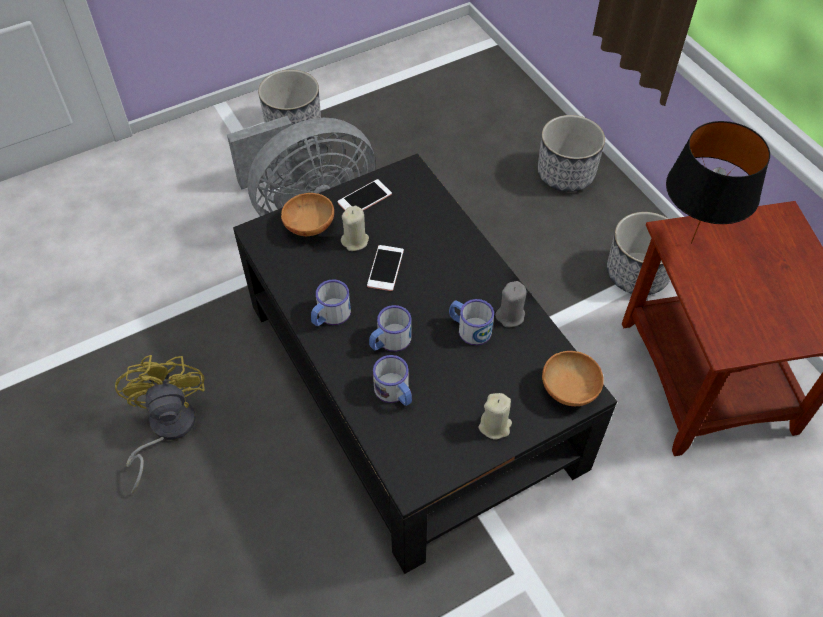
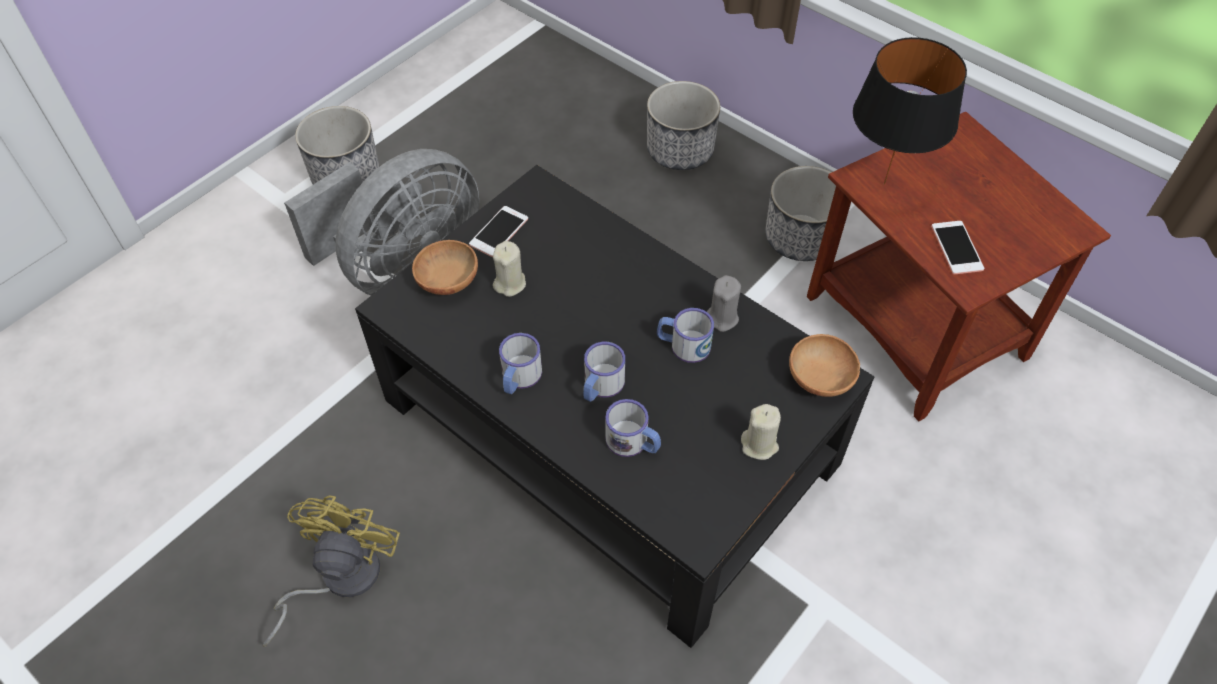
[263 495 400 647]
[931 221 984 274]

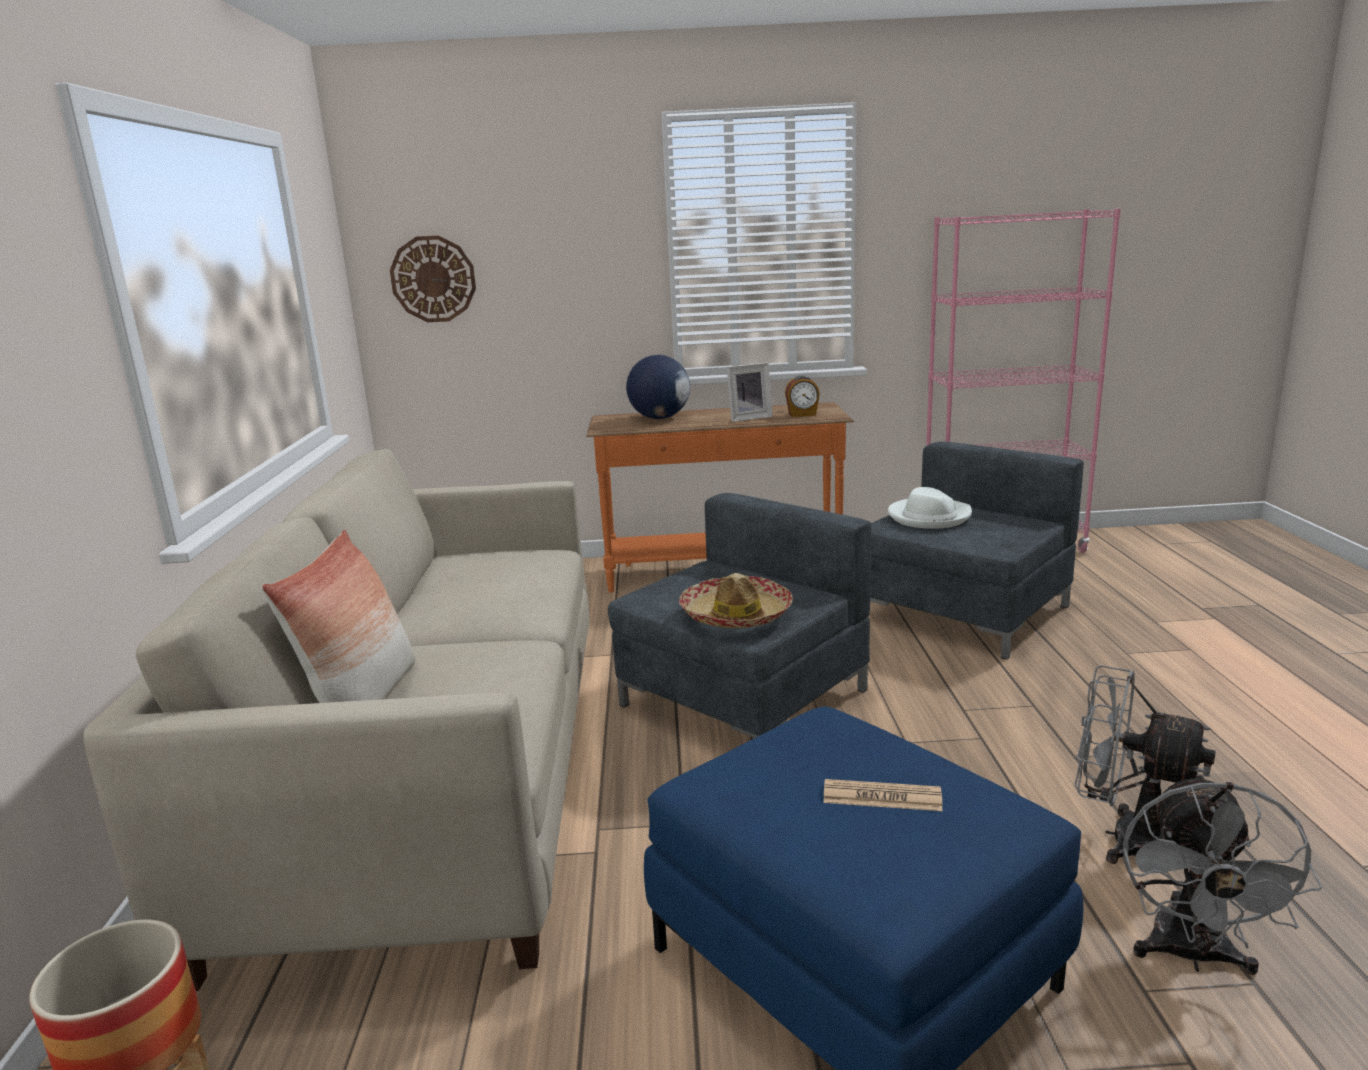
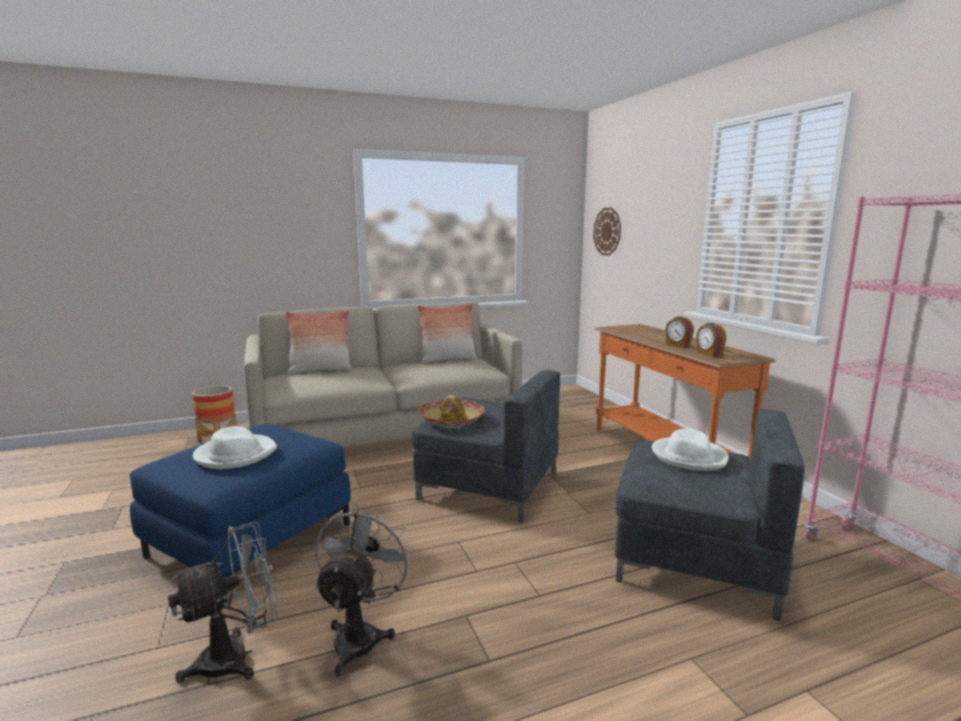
[626 355 690 419] (first image)
[665 316 694 348]
[193 426 277 469]
[168 522 278 683]
[417 304 478 364]

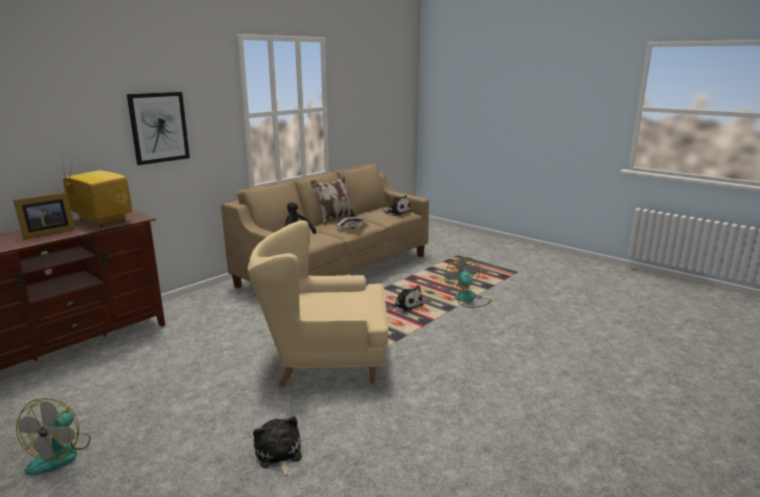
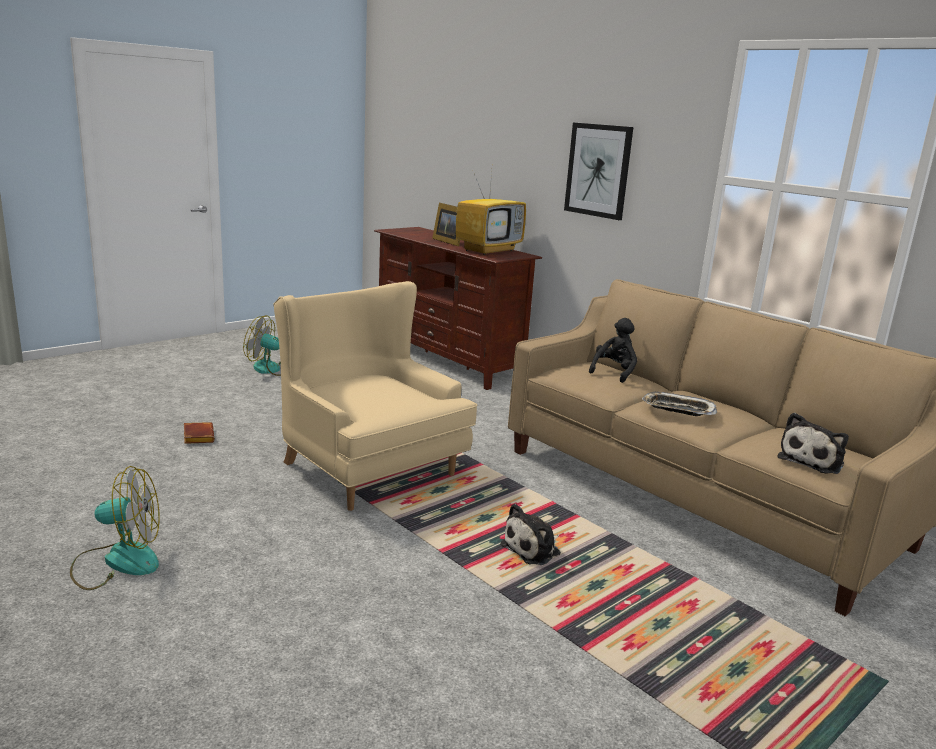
[273 281 477 511]
[184 422 215 444]
[311 176 355 225] (first image)
[70 466 160 590]

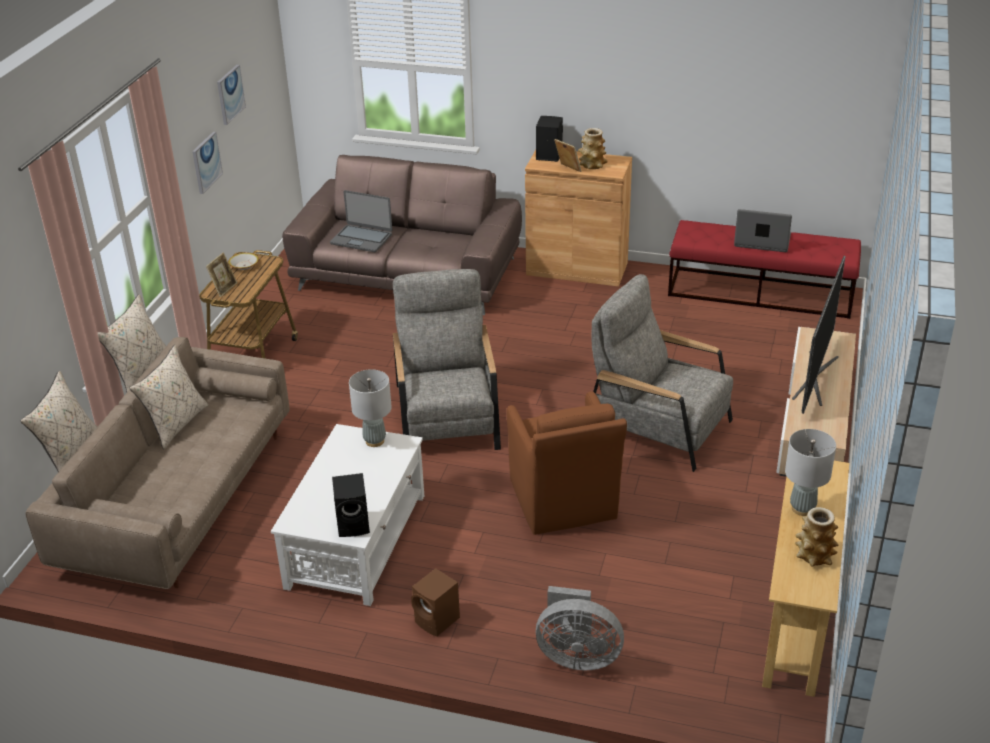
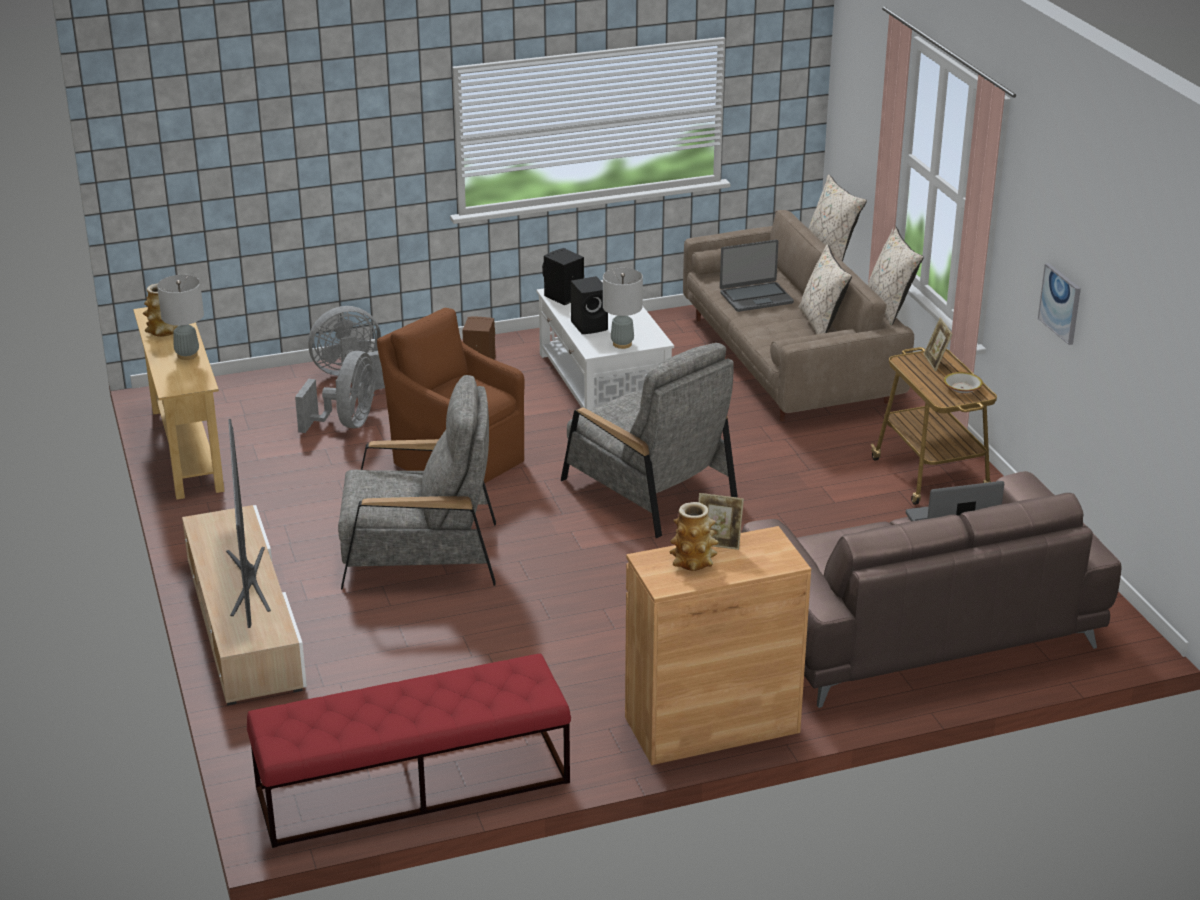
[217 65 246 125] (first image)
[571 276 608 334]
[720 240 794 312]
[295 351 375 433]

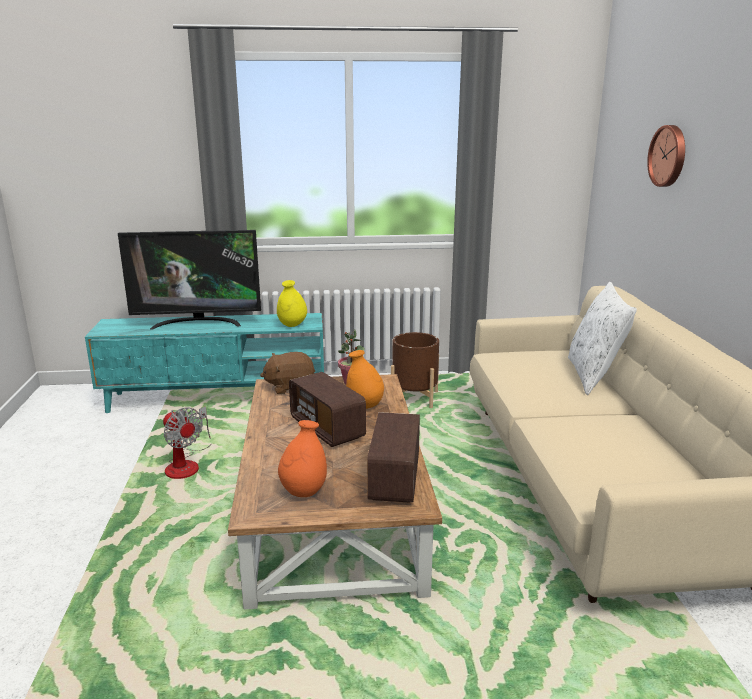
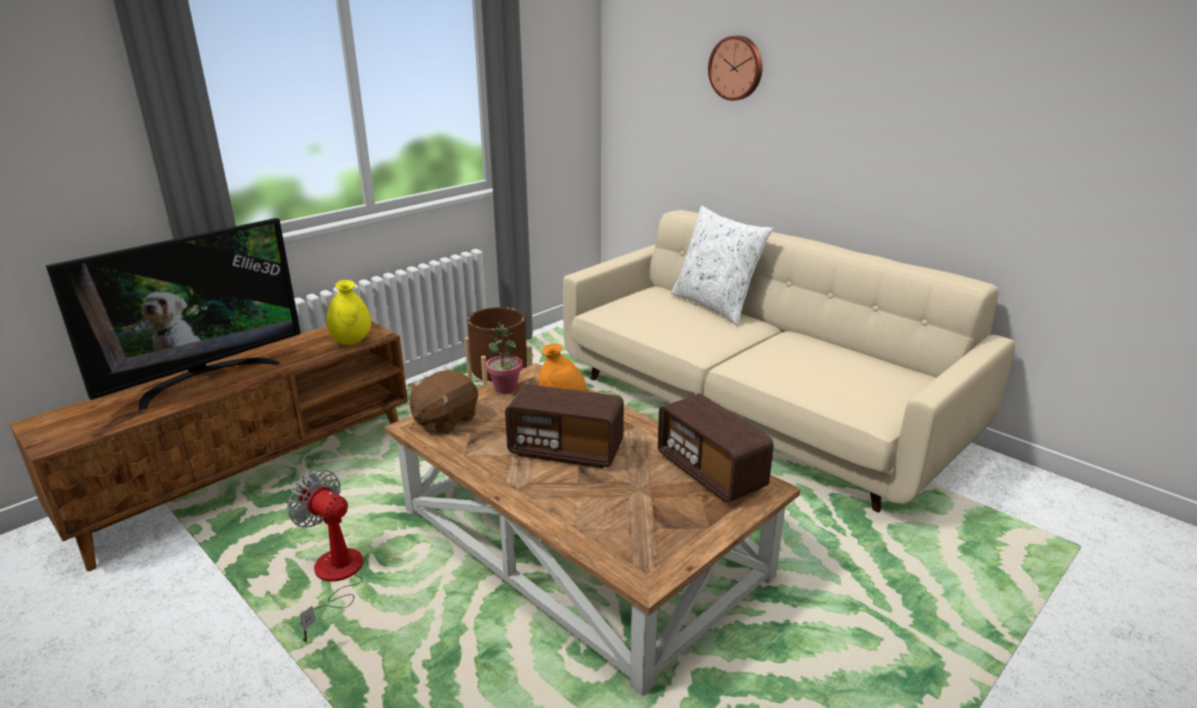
[9 321 408 571]
[288 469 363 642]
[278 420 327 497] (first image)

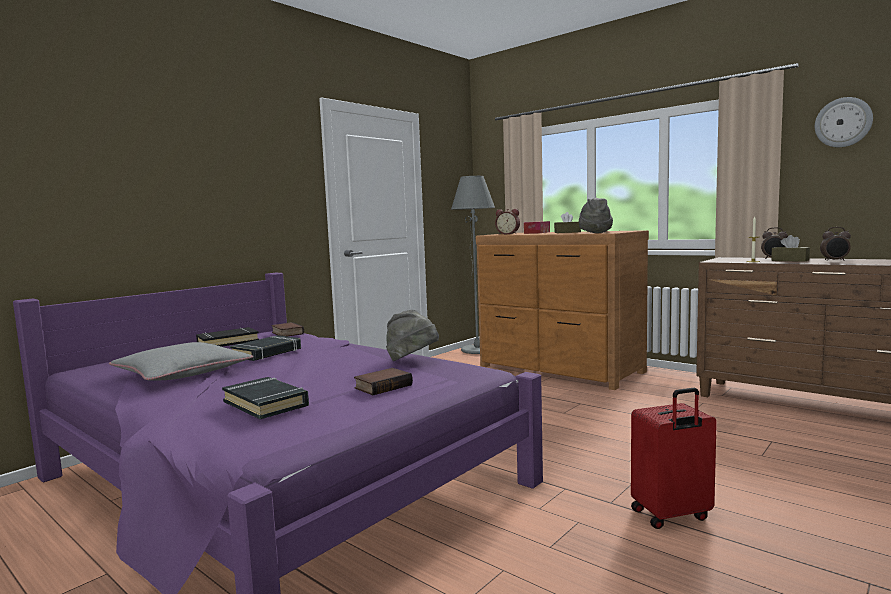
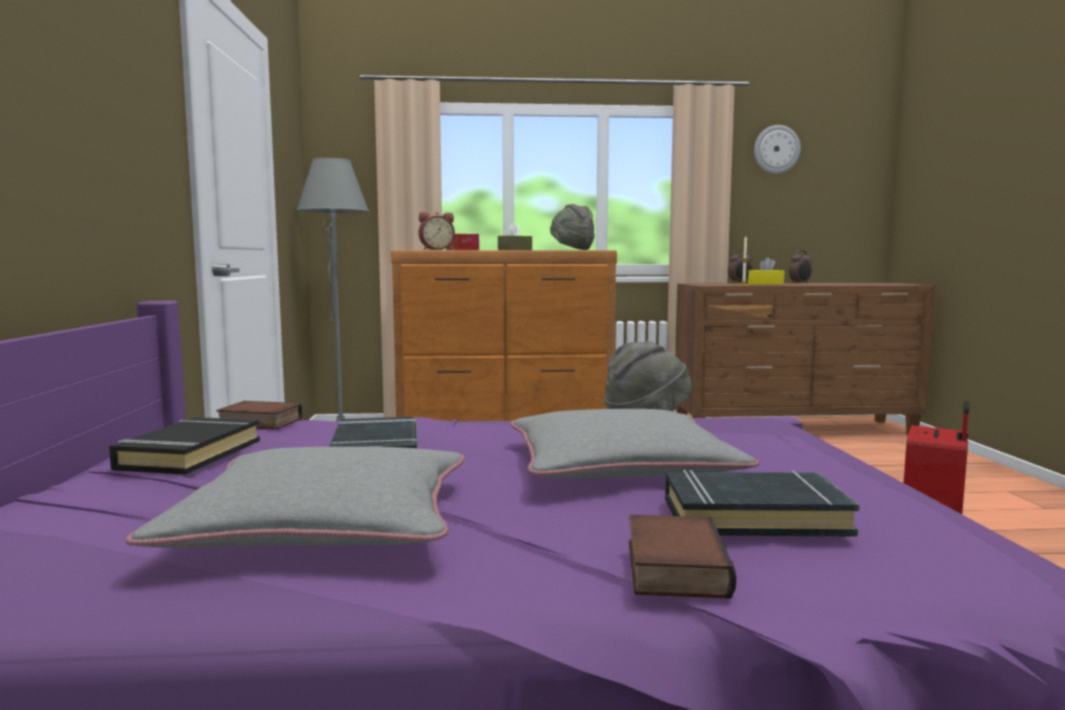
[629 515 736 599]
[748 257 785 284]
[511 409 759 479]

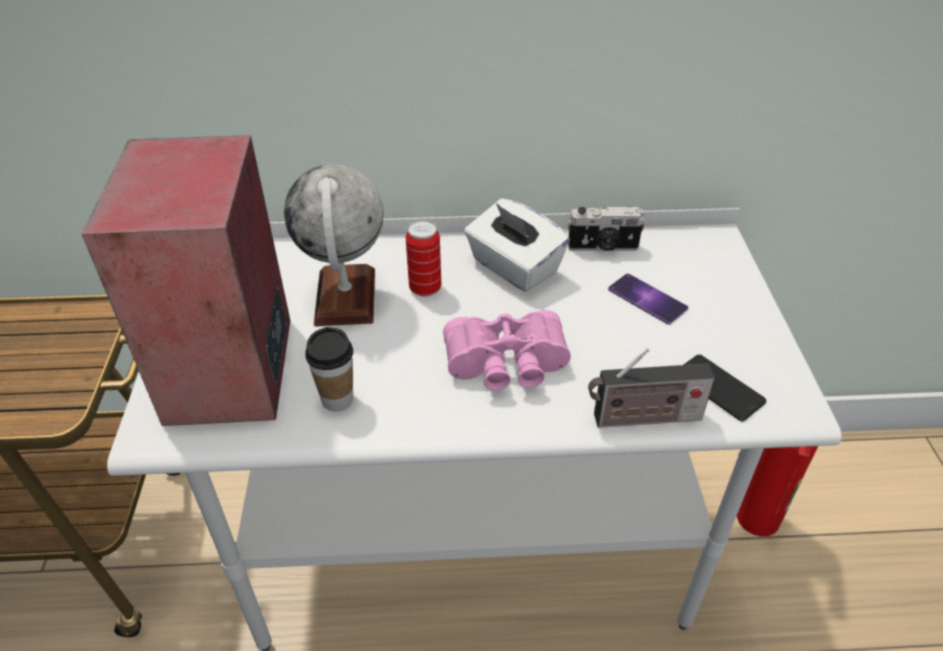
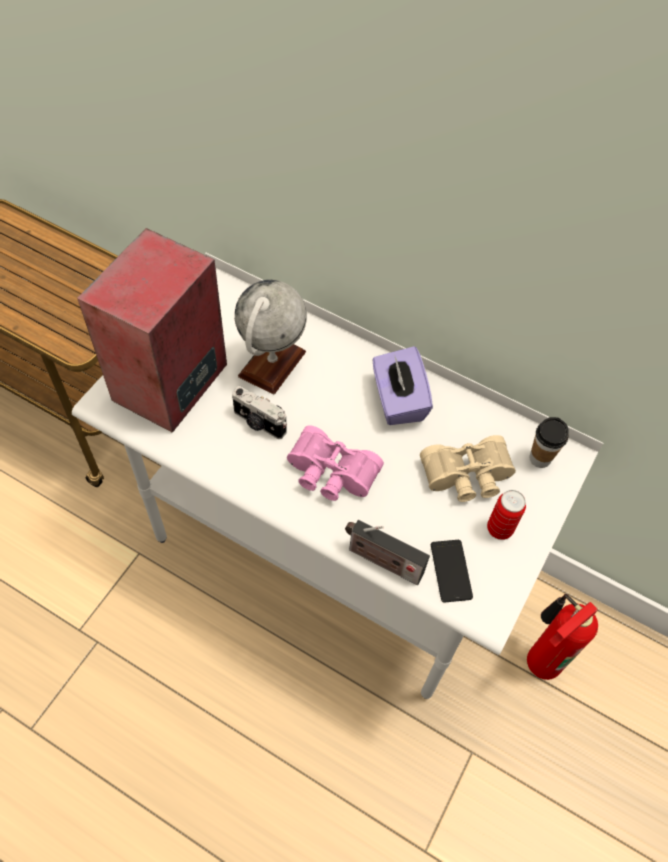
[529 417 569 468]
[487 490 526 540]
[372 346 433 425]
[232 386 287 439]
[420 435 516 502]

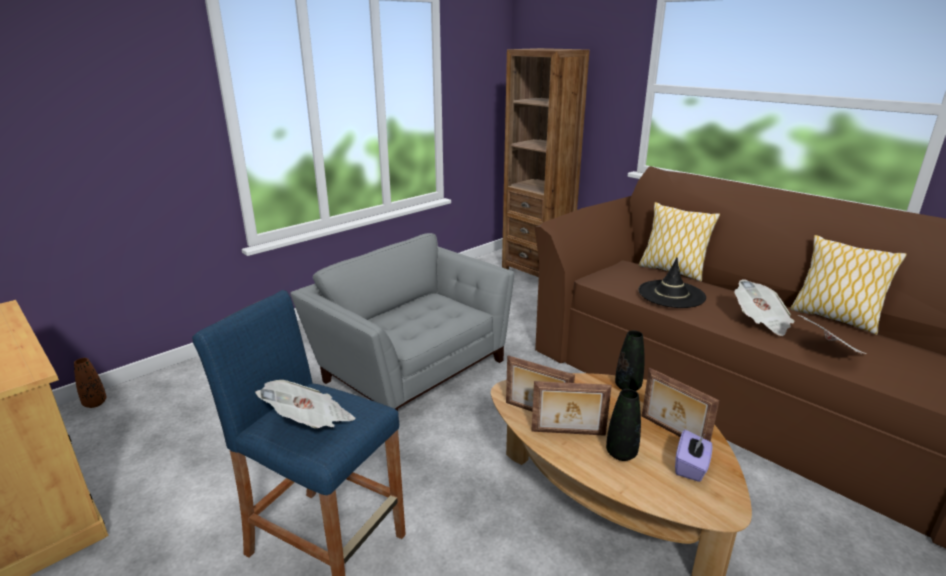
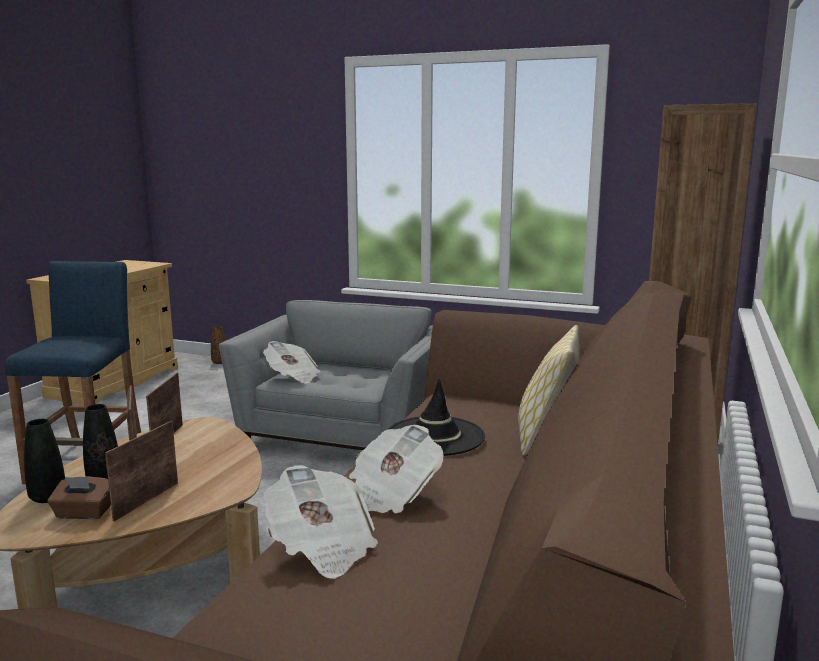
[263 341 321 384]
[24 419 65 503]
[47 477 111 519]
[790 235 907 335] (first image)

